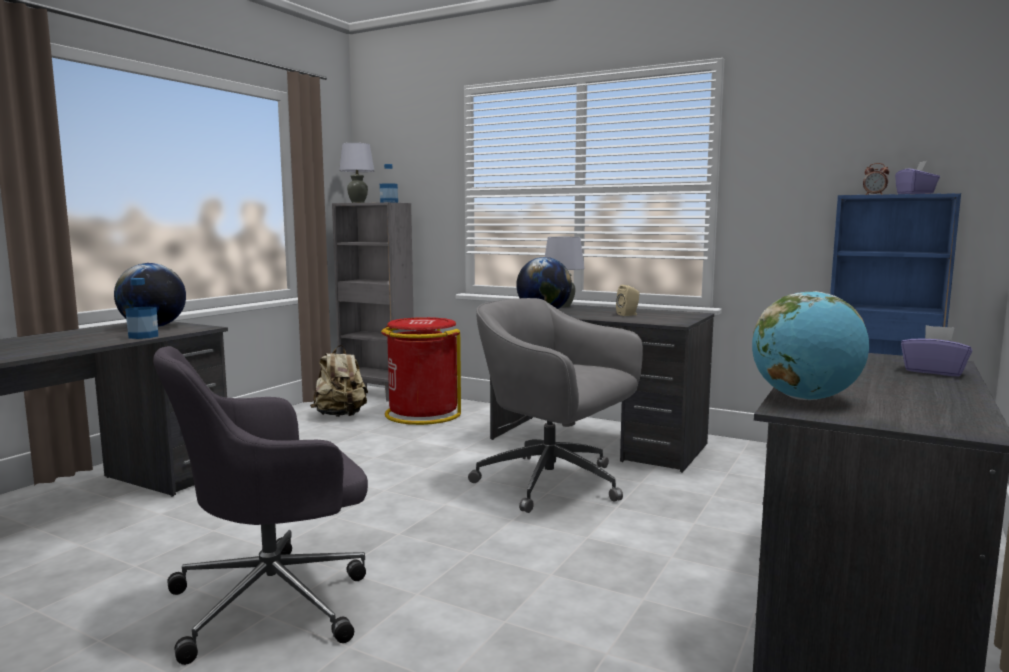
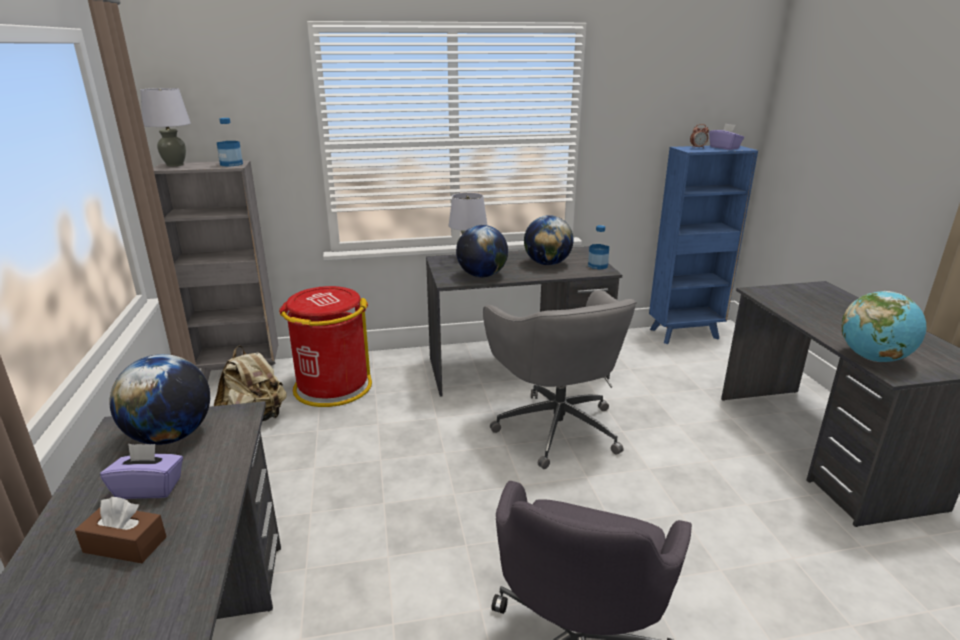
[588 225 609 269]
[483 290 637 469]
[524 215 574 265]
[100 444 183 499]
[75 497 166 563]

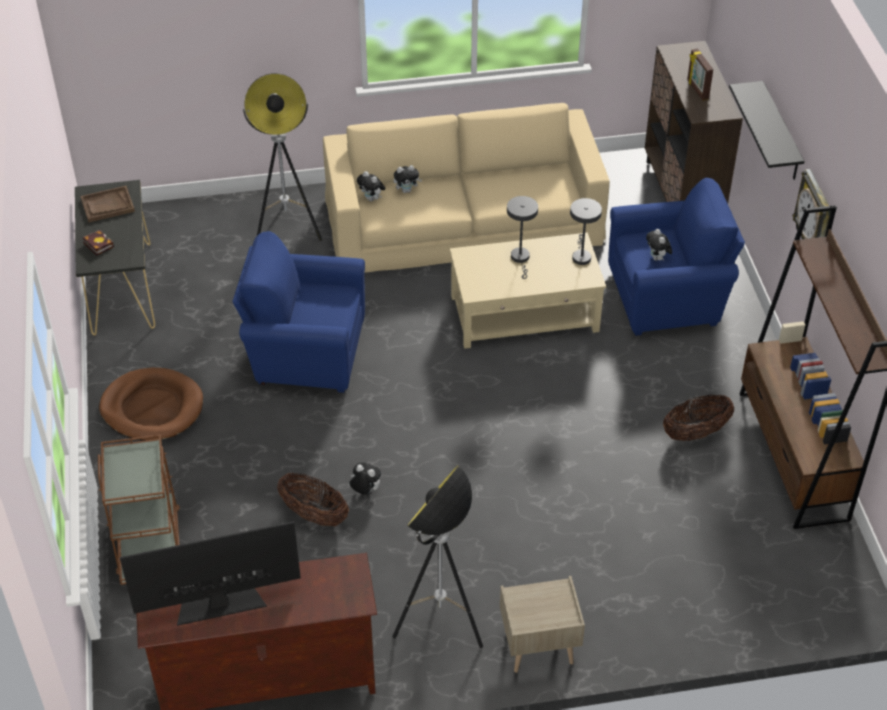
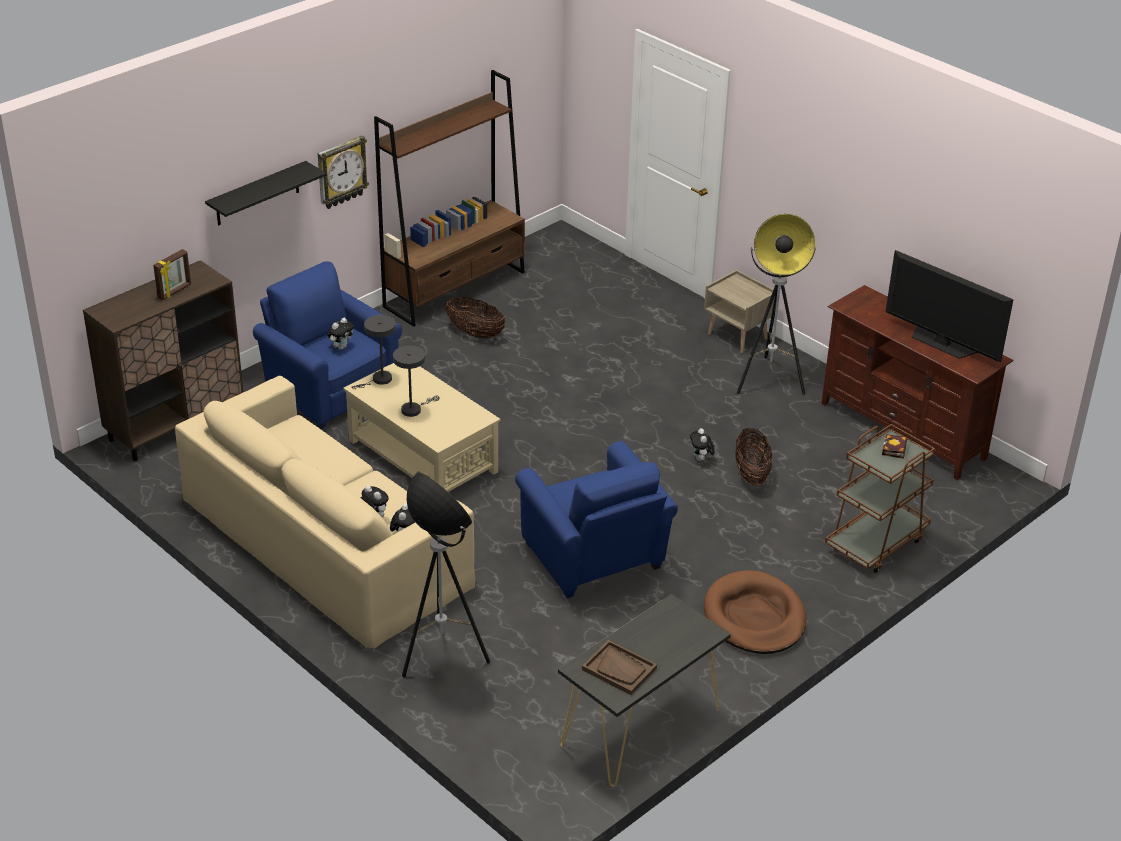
[882 434 908 459]

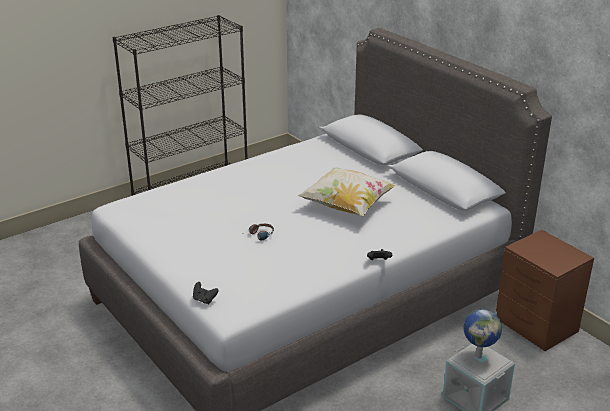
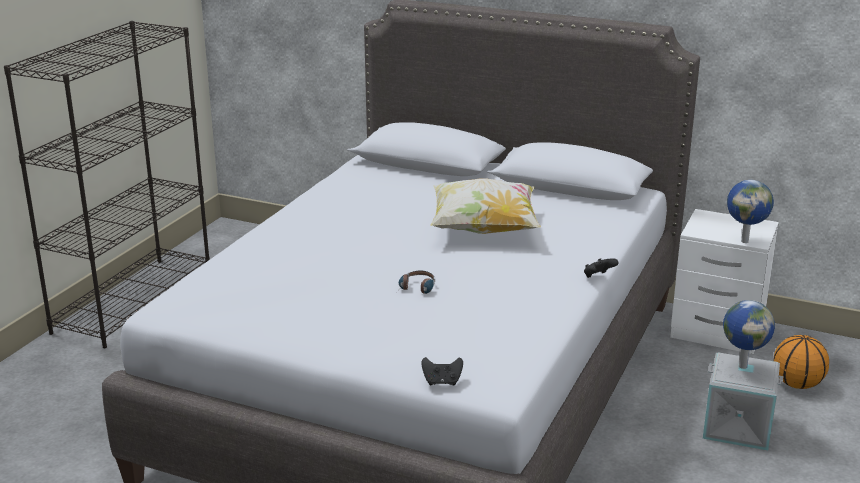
[670 209 779 354]
[727 180 774 243]
[773 335 829 389]

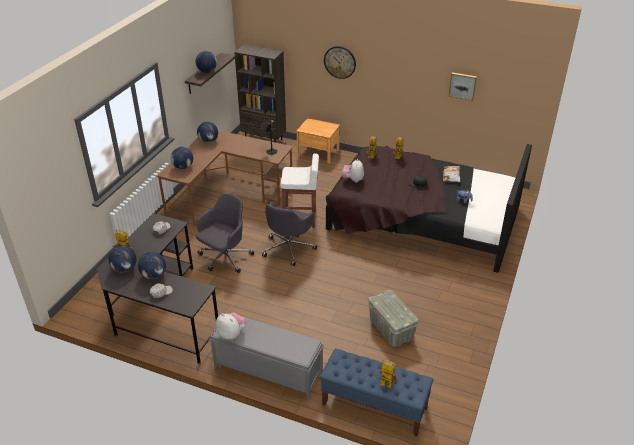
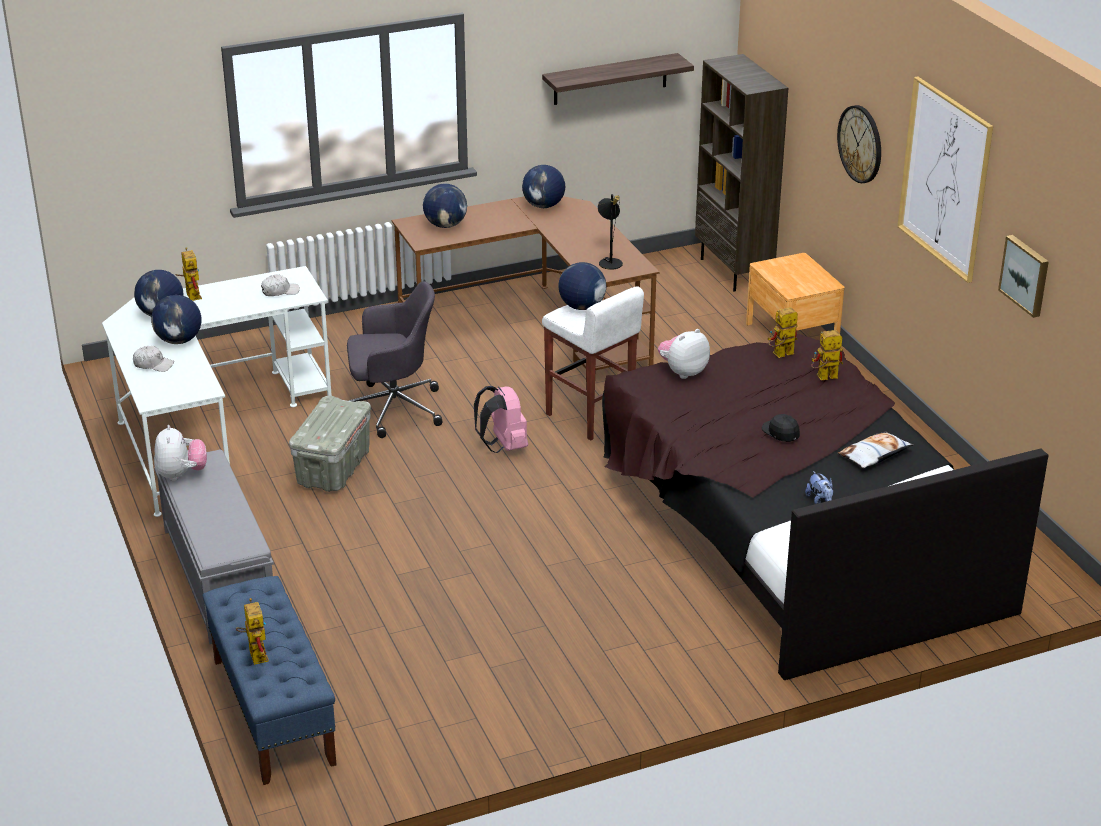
[102 266 332 517]
[558 262 606 310]
[474 386 528 453]
[289 396 371 492]
[897 76 993 283]

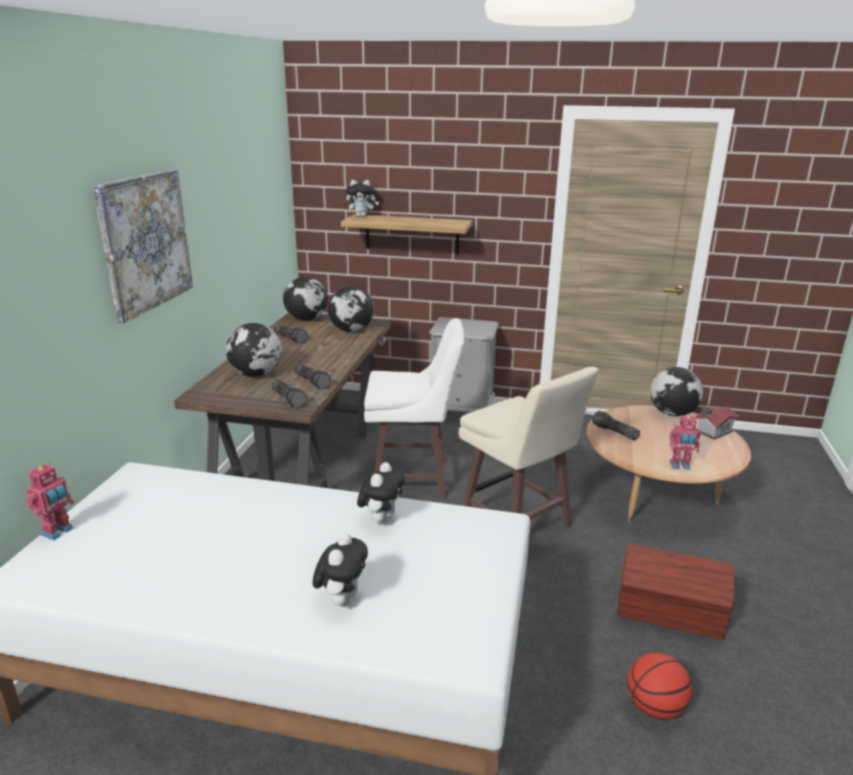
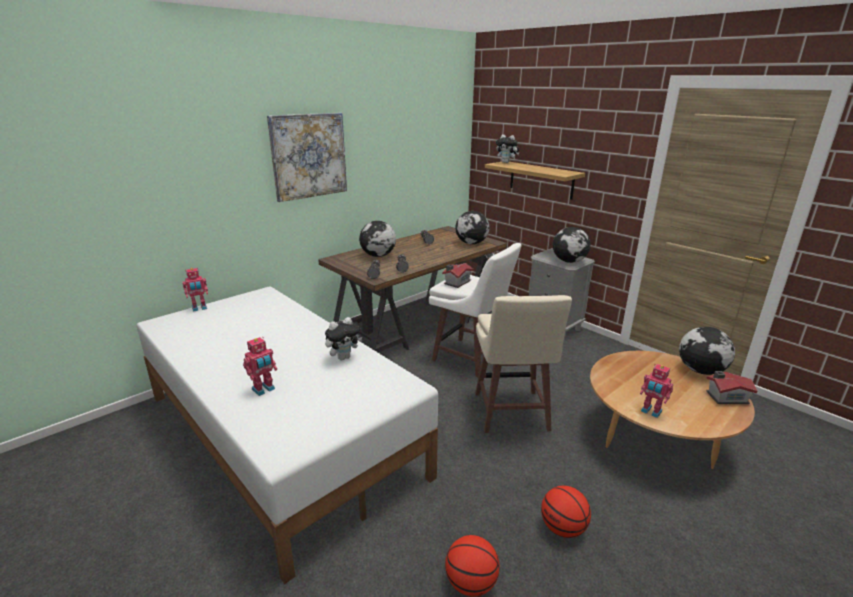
[553 227 590 263]
[243 337 277 396]
[592 410 640 440] (first image)
[541 486 591 538]
[442 263 473 288]

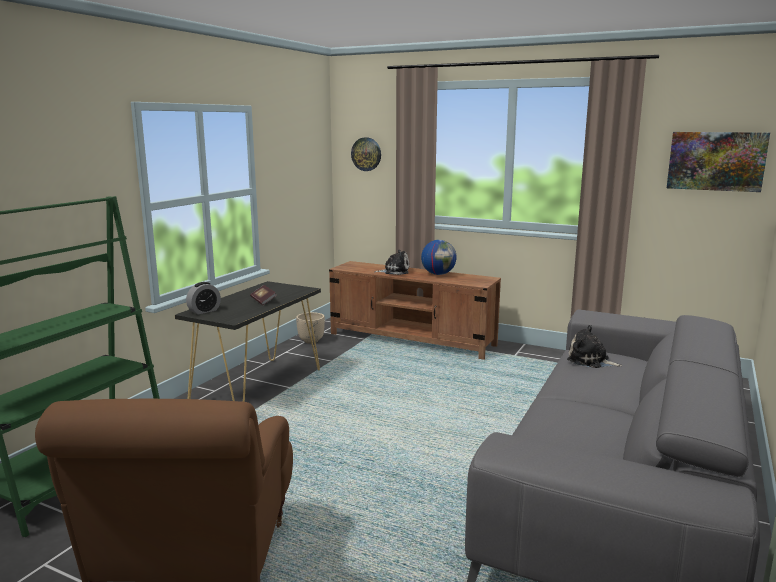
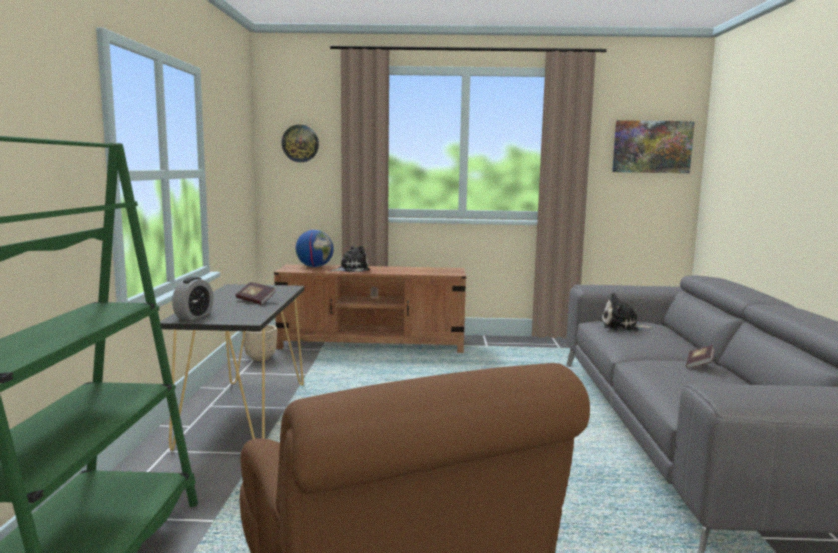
[296 230 334 267]
[686 345 715 369]

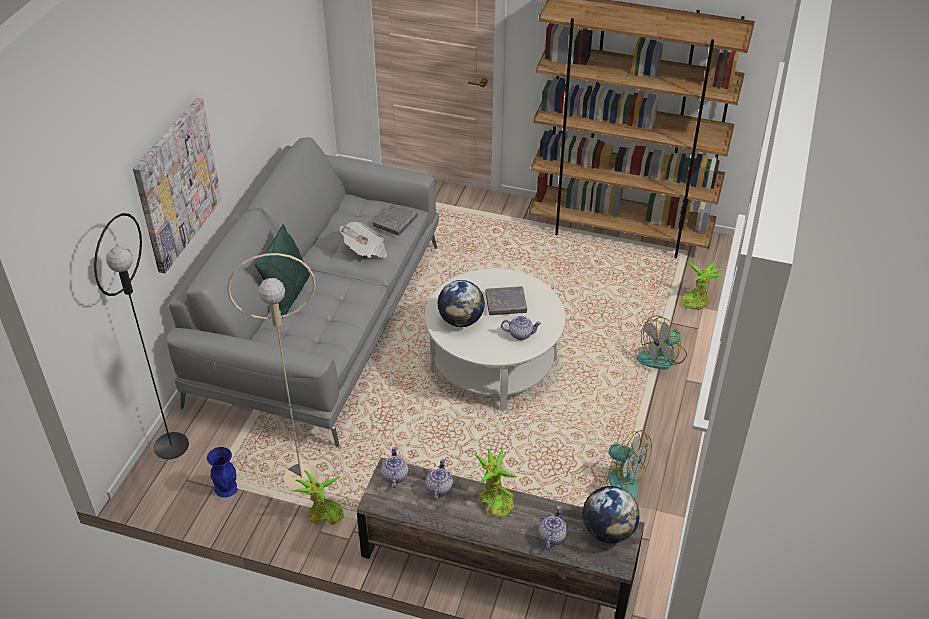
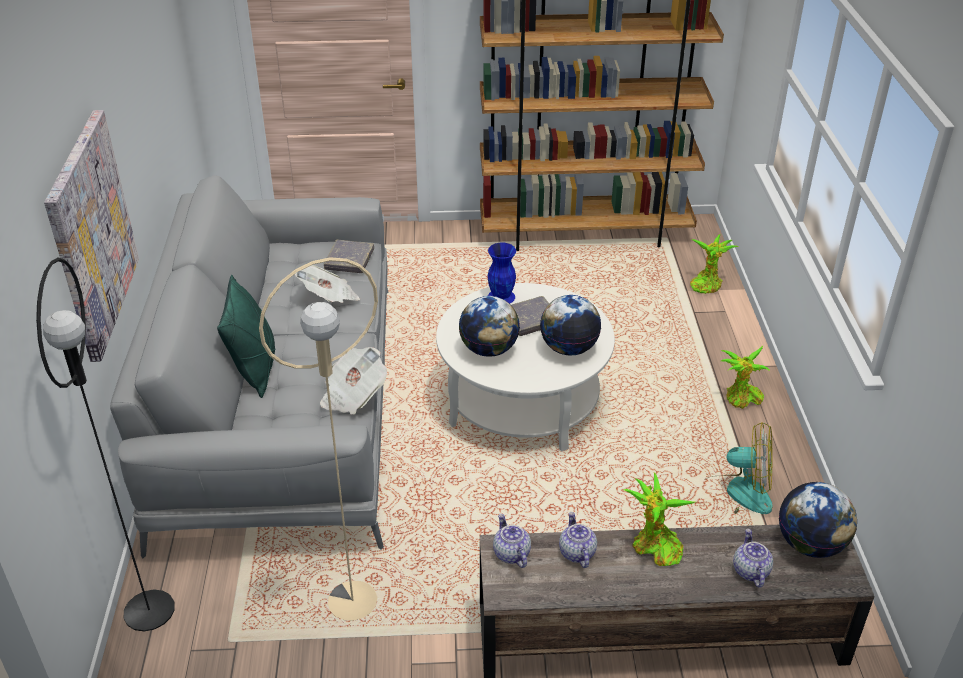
[487 243 516 304]
[721 346 770 409]
[540 295 601 355]
[636 316 687 370] (first image)
[320 347 387 415]

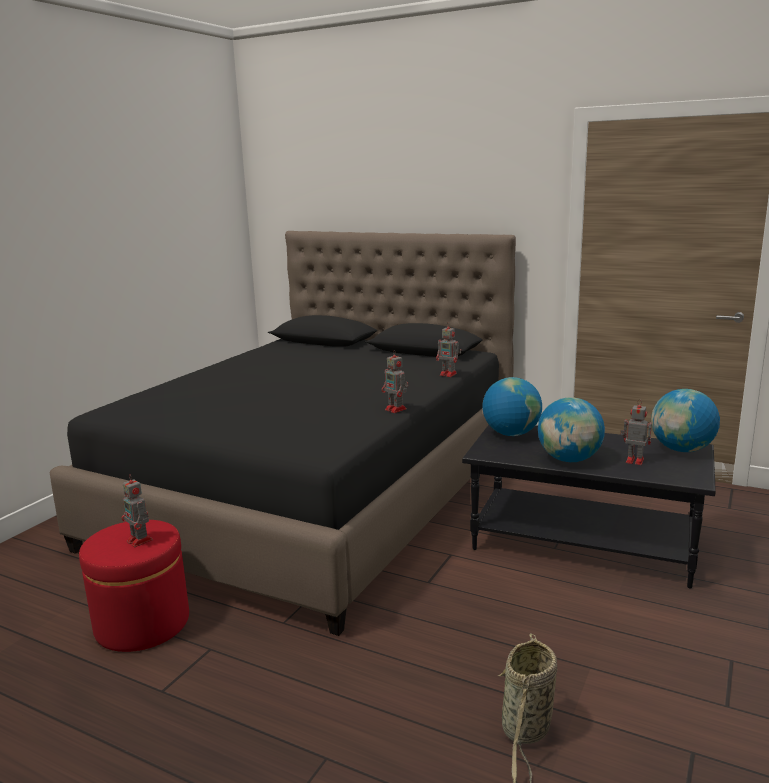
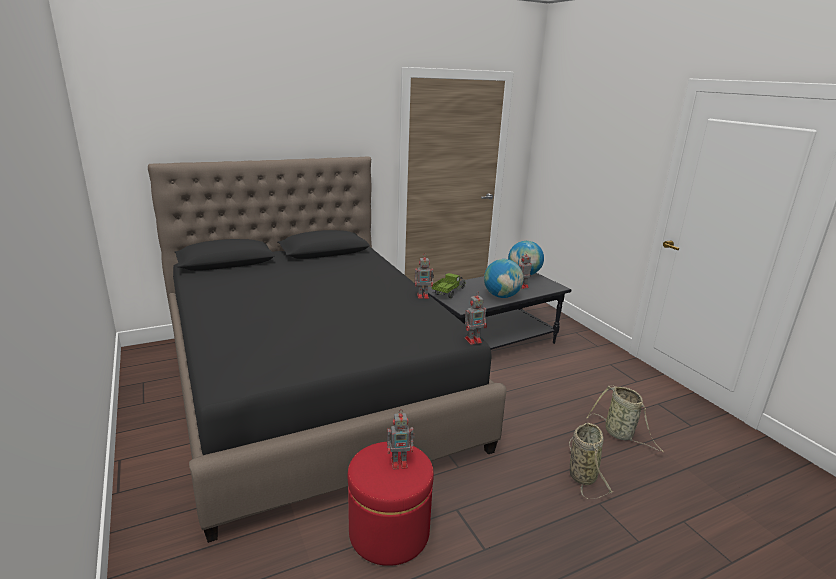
[465 291 487 345]
[432 273 465 298]
[569 423 614 499]

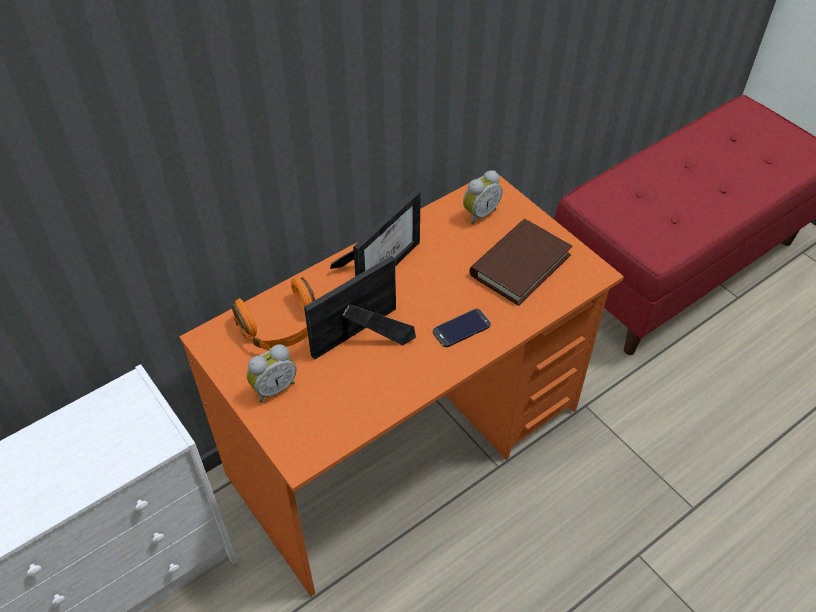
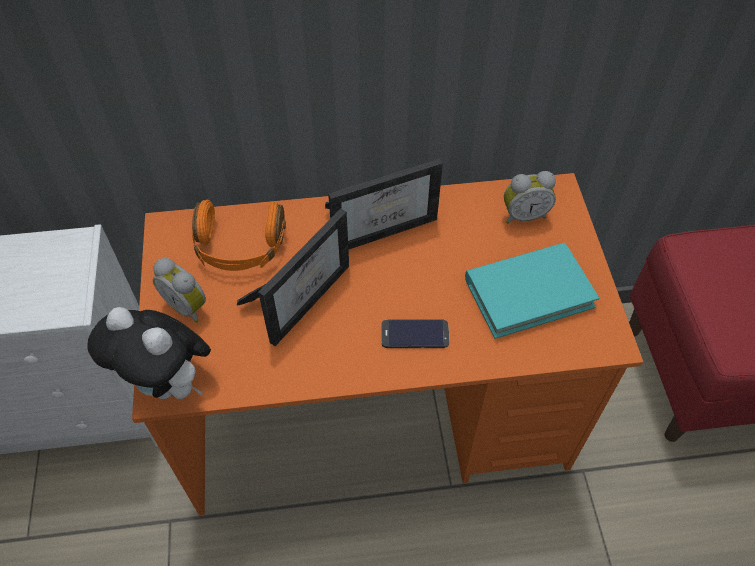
[153 258 206 323]
[237 209 349 346]
[465 243 599 339]
[87 307 211 399]

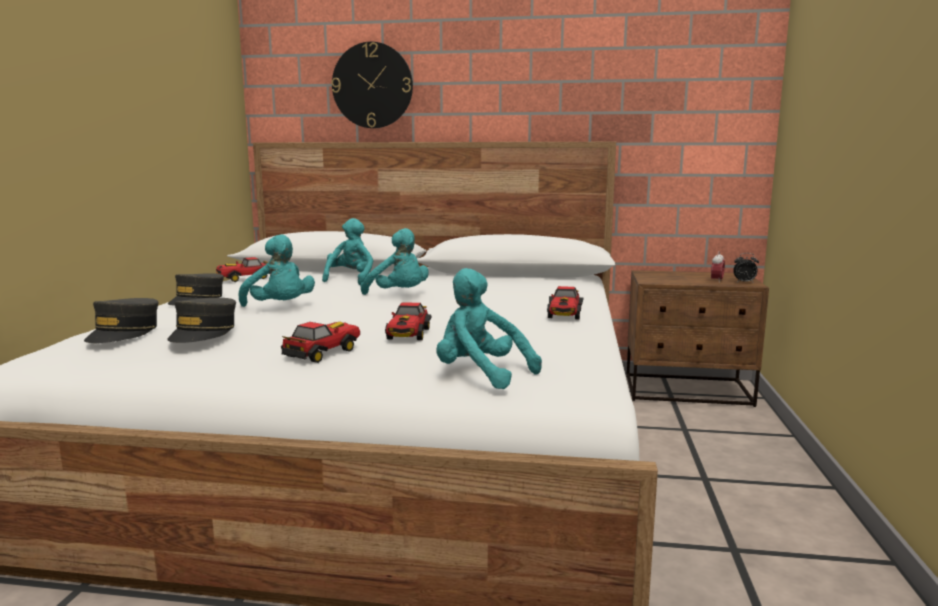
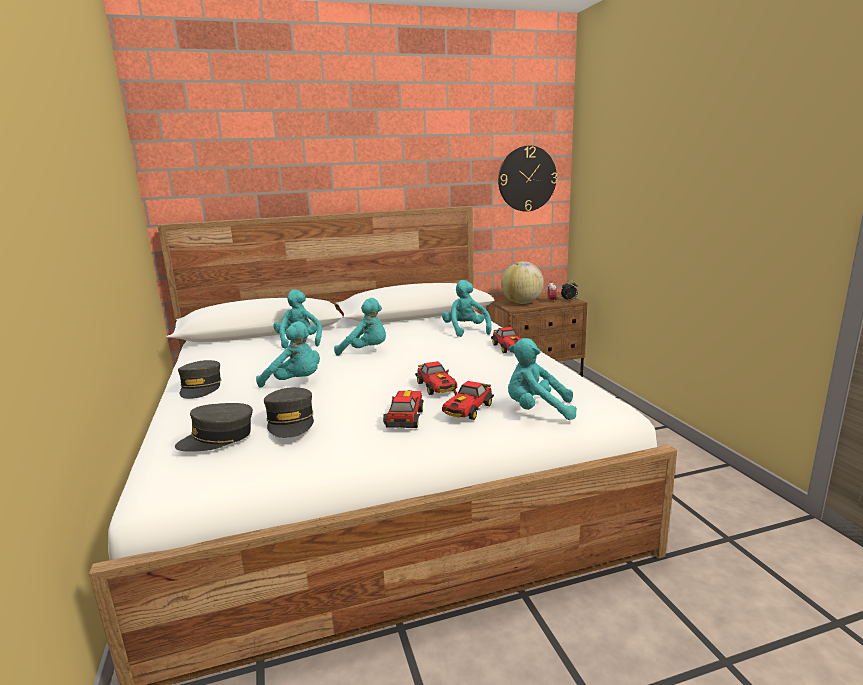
[175 403 253 452]
[442 381 494 420]
[498 146 557 212]
[442 280 491 337]
[501 261 544 304]

